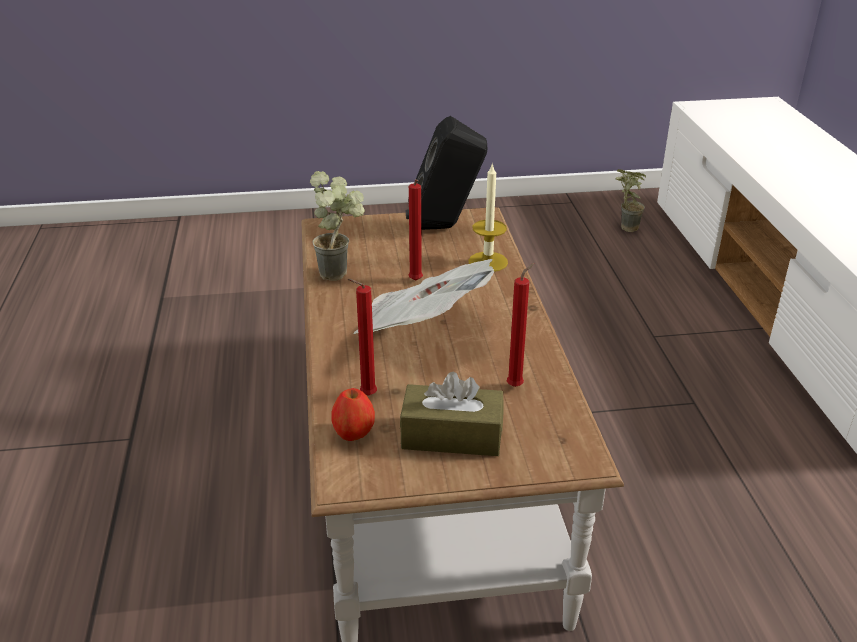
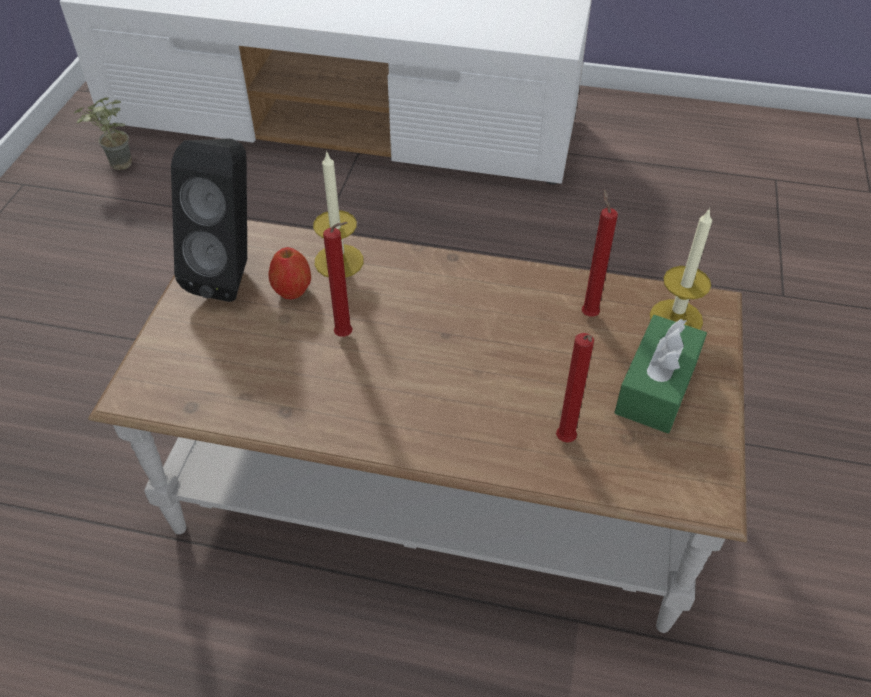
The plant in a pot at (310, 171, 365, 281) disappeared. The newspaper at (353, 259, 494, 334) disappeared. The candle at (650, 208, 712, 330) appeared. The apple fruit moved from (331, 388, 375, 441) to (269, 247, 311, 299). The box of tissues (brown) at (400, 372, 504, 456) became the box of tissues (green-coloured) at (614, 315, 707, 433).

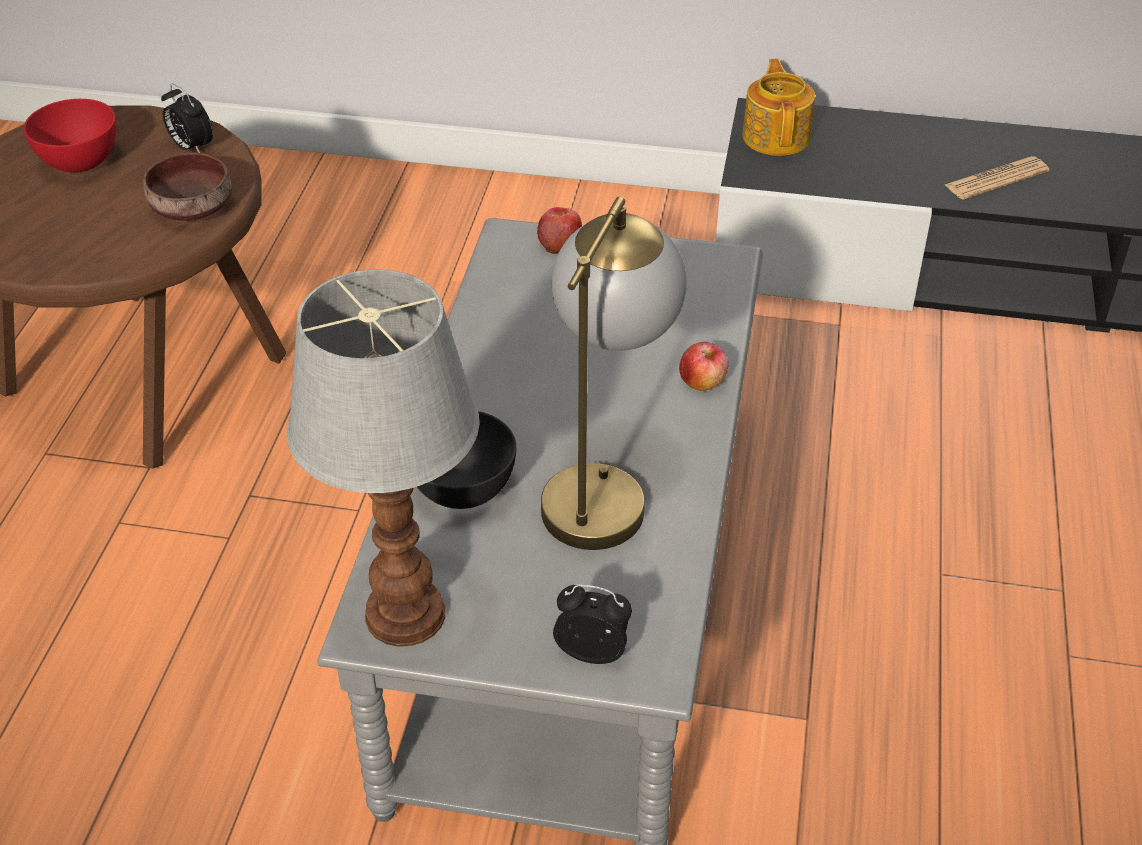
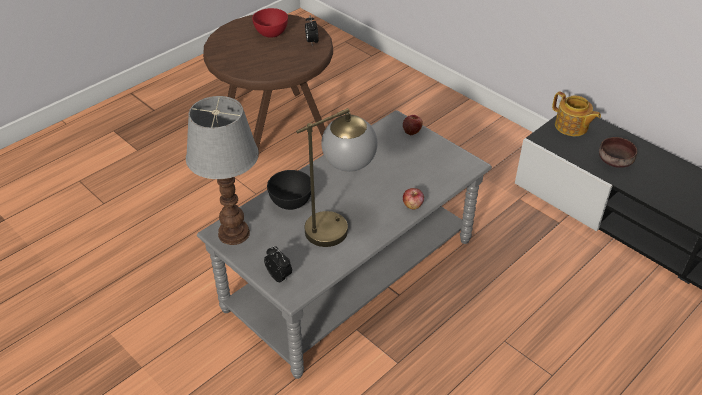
The newspaper at (945, 156, 1049, 200) disappeared. The bowl (brown) moved from (144, 153, 232, 221) to (599, 137, 637, 168). The teapot at (742, 59, 815, 156) turned 105 degrees clockwise.

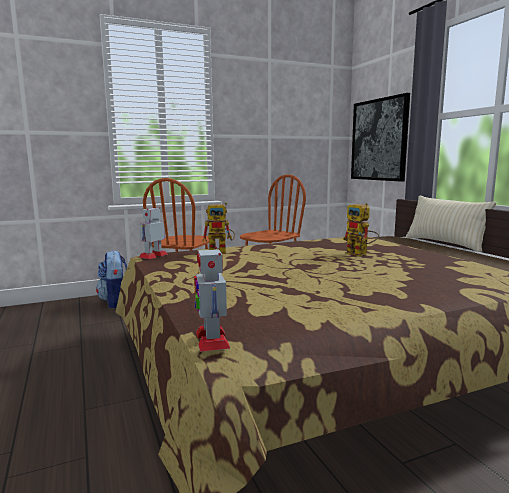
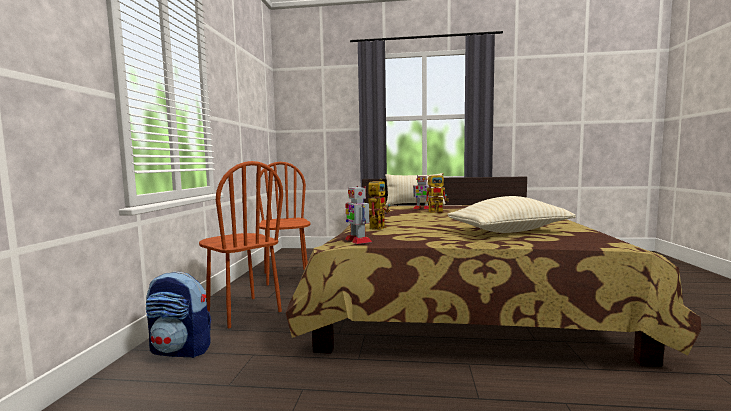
The wall picture at (351, 93, 410, 182) disappeared. The pillow (beige-coloured) at (447, 196, 576, 233) appeared. The robot figure moved from (194, 247, 230, 352) to (413, 175, 431, 209).

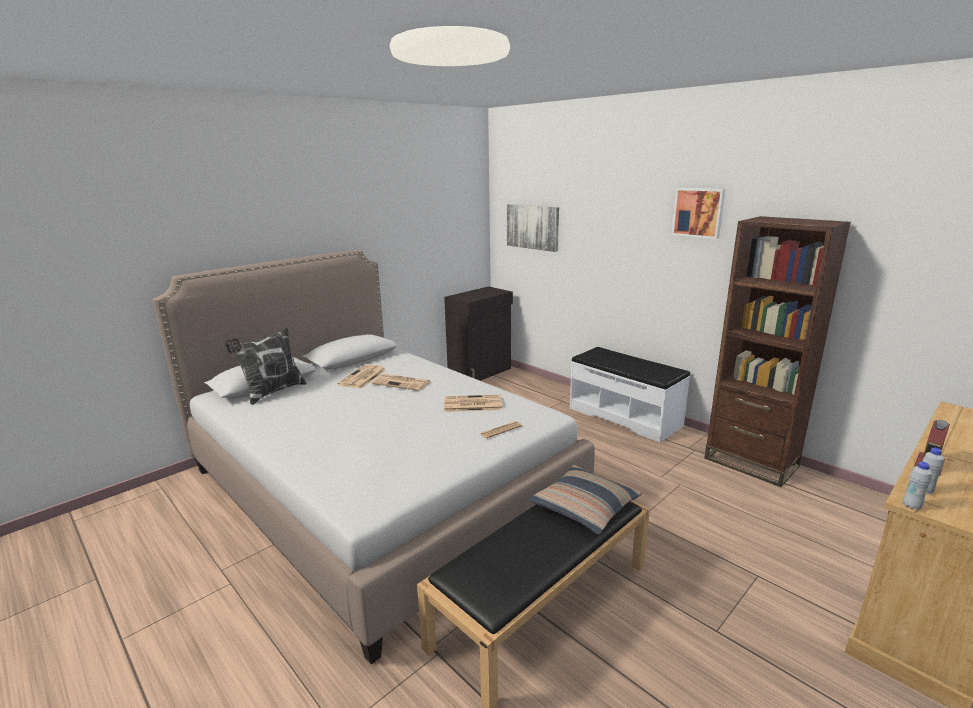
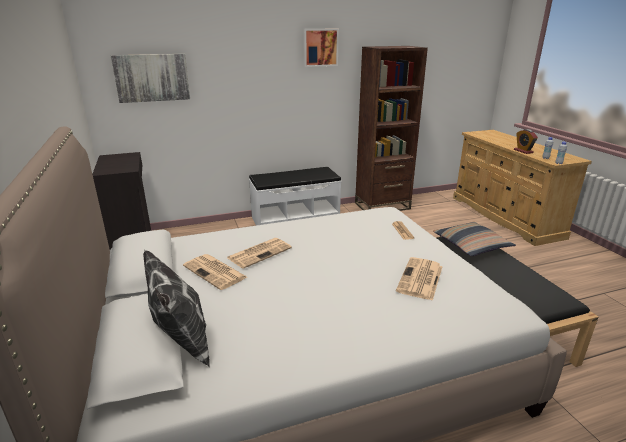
The newspaper moved from (444, 395, 503, 412) to (396, 257, 442, 301).

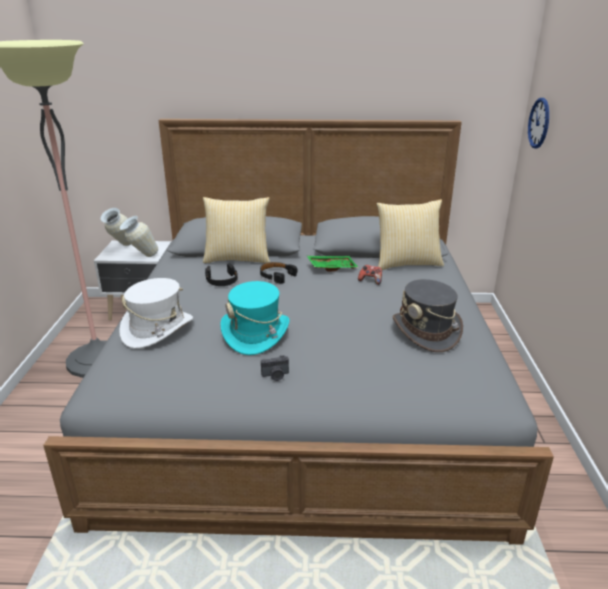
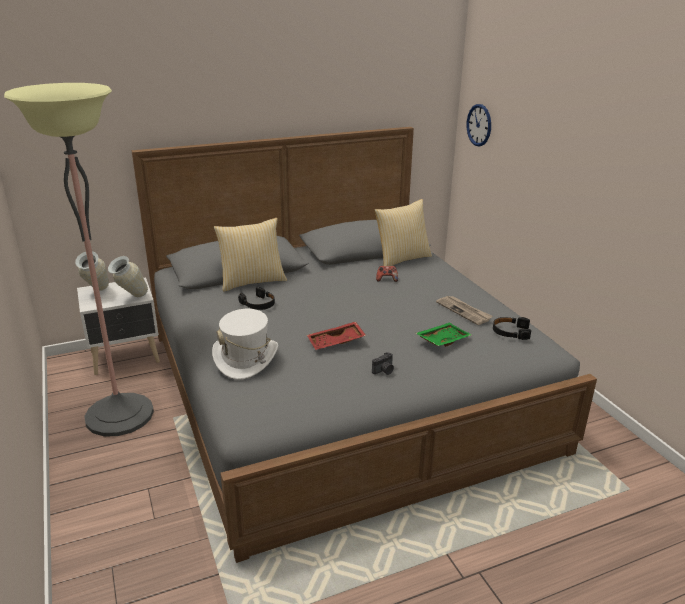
The pair of headphones (blackish) moved from (260, 262, 297, 284) to (493, 317, 531, 340). The serving tray (green-coloured) moved from (307, 256, 359, 272) to (416, 323, 472, 347). The wearable hat (turquoise) at (220, 281, 290, 355) was replaced by the serving tray (red) at (307, 321, 366, 350). The wearable hat (greyish) at (393, 279, 463, 352) was replaced by the newspaper at (436, 296, 493, 325).

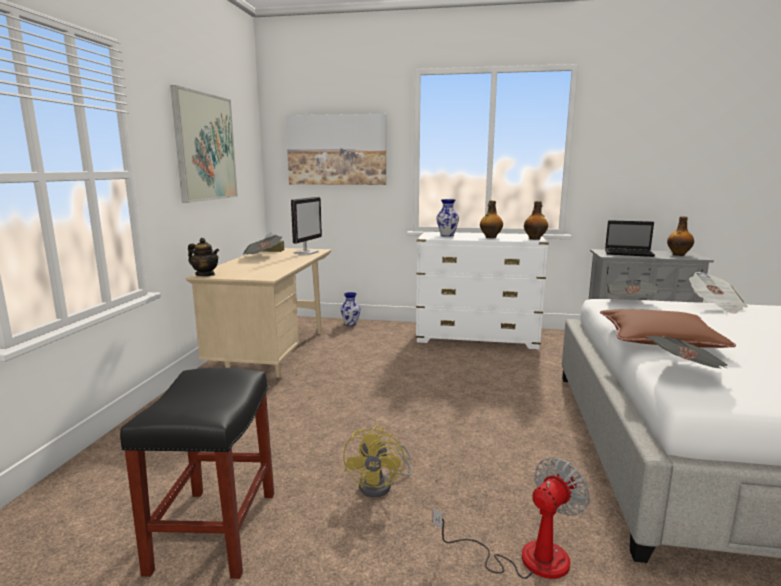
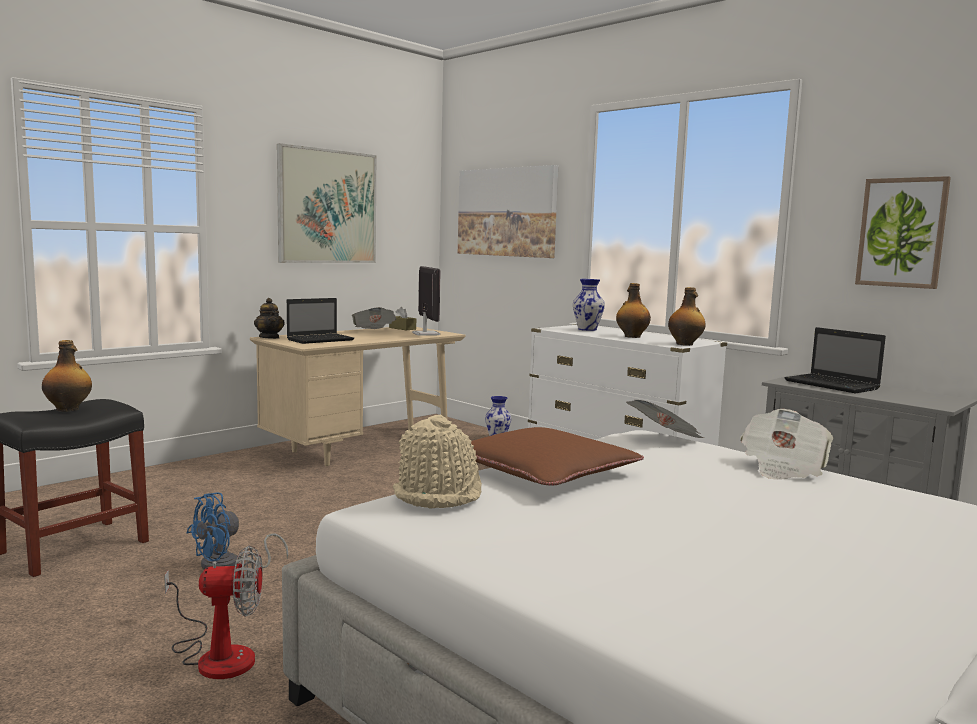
The laptop at (287, 298, 354, 344) appeared. The wall picture at (855, 176, 951, 289) appeared. The drink bottle moved from (667, 216, 694, 256) to (42, 340, 92, 412). The newspaper at (645, 336, 728, 368) was replaced by the wearable hat (beige-coloured) at (393, 414, 482, 508). The electric fan (yellow-coloured) at (343, 425, 412, 497) became the electric fan (blue) at (187, 492, 288, 569). The computer screen at (291, 197, 322, 255) turned 75 degrees counterclockwise.

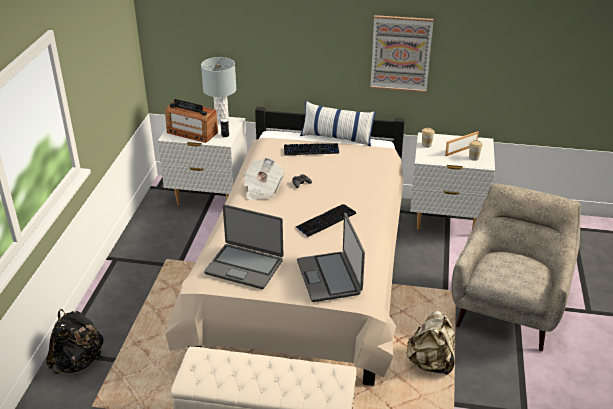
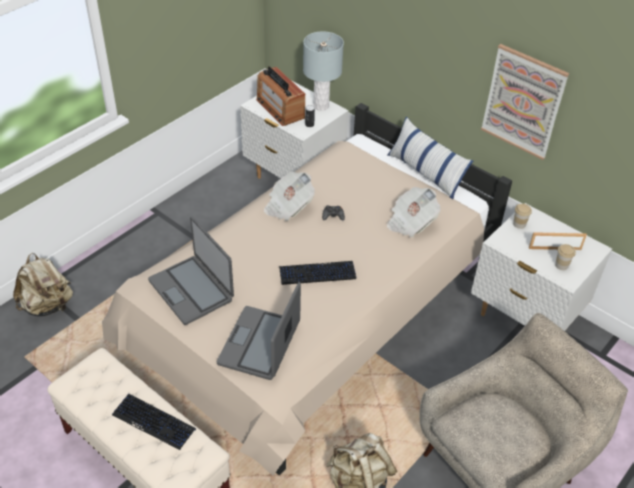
The newspaper at (386, 187, 441, 237) appeared. The computer keyboard moved from (284, 143, 339, 156) to (112, 394, 196, 450). The knapsack (blackish) at (46, 309, 104, 374) became the knapsack (beige-coloured) at (13, 253, 73, 316).

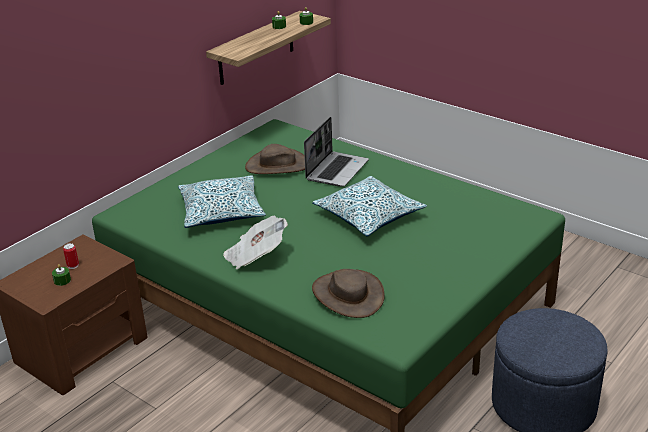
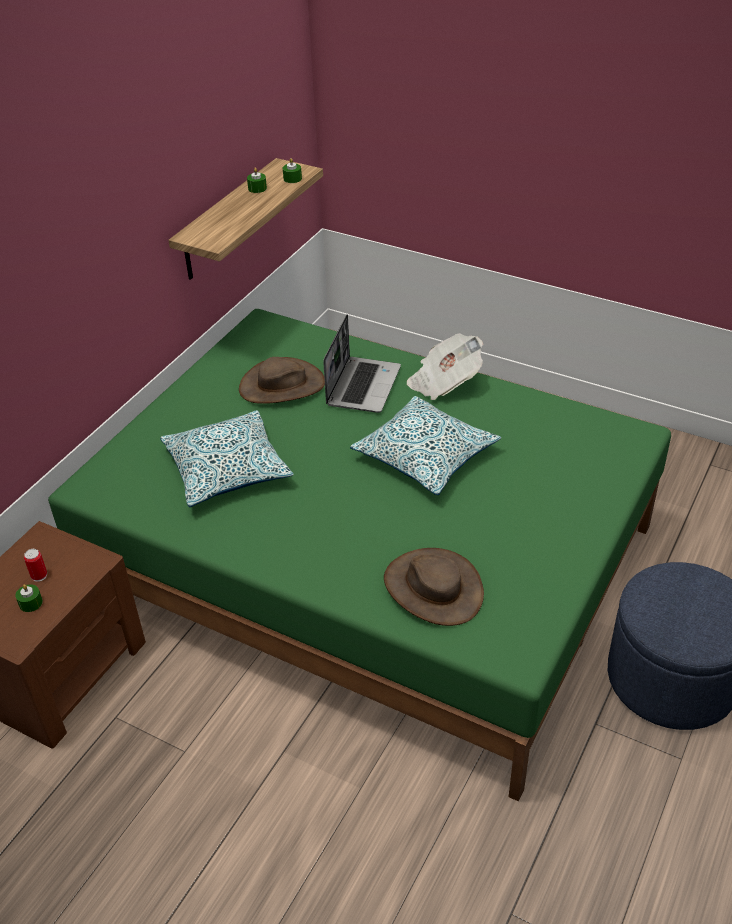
The newspaper moved from (223, 216, 288, 269) to (407, 333, 483, 400).

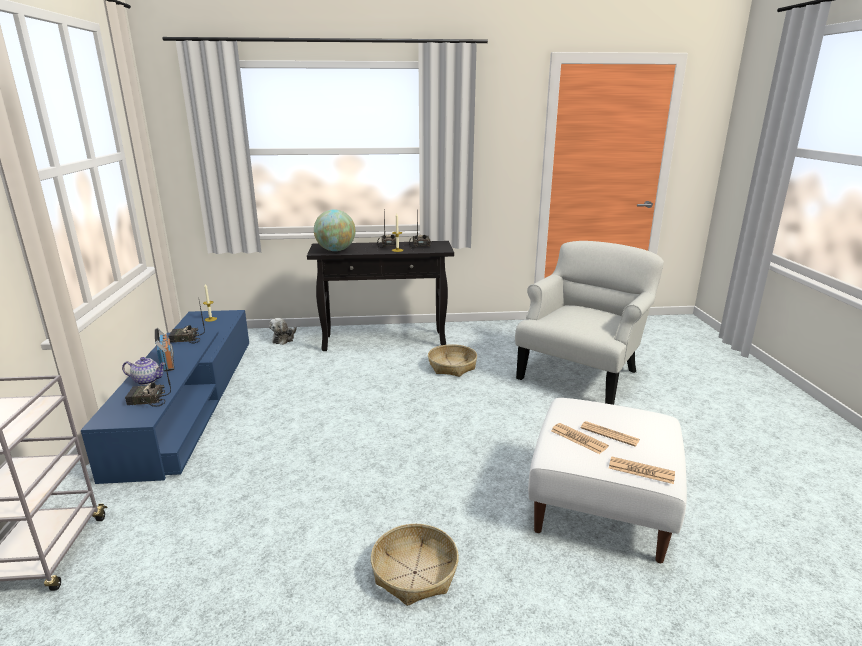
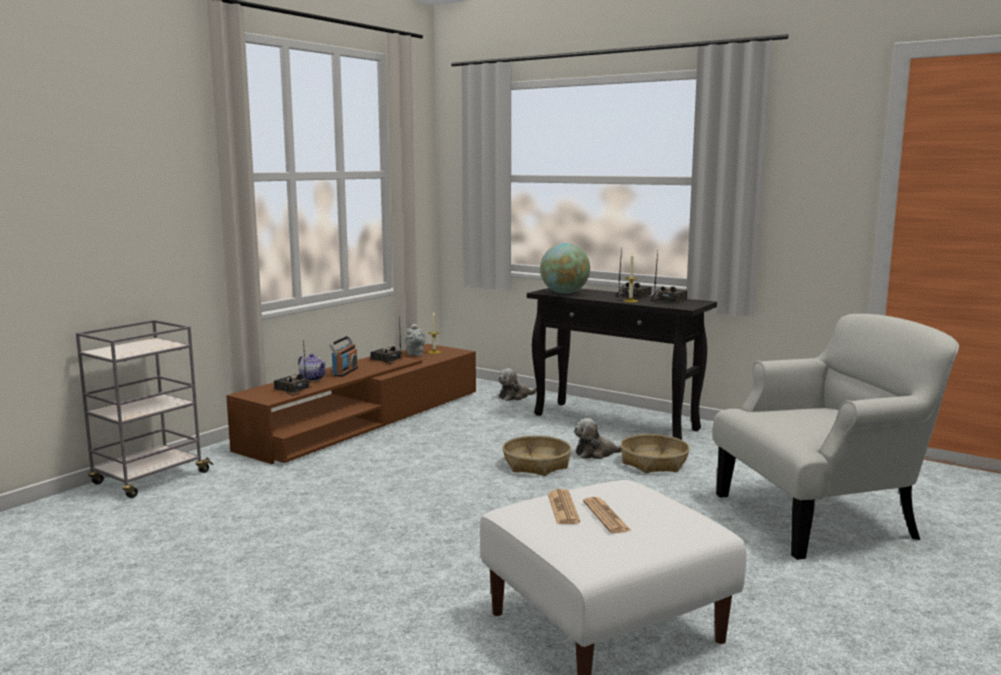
The newspaper at (609, 456, 675, 484) disappeared. The teapot (greyish) at (405, 324, 426, 356) appeared. The cuddly toy at (574, 418, 621, 459) appeared. The household basket moved from (371, 524, 459, 606) to (503, 436, 571, 476). The media console (blue) at (81, 310, 249, 484) became the media console (brown) at (226, 344, 476, 464).

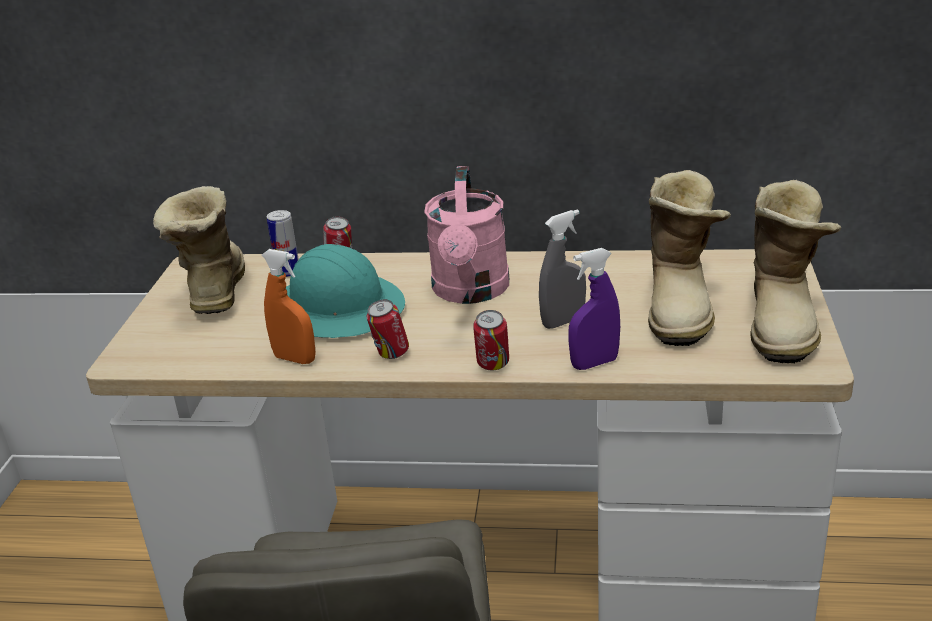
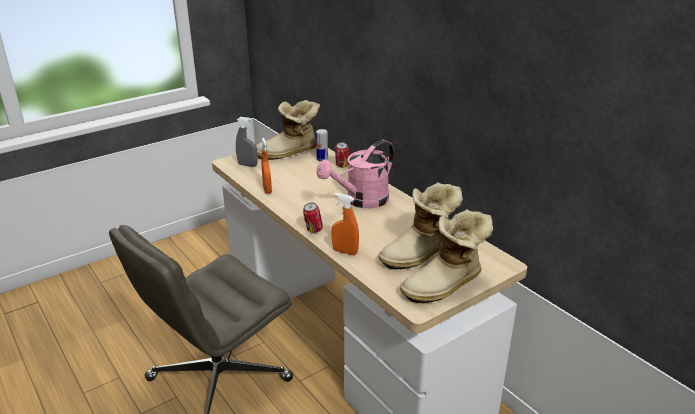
The work helmet (turquoise) at (286, 244, 405, 338) disappeared. The metal can at (367, 299, 409, 359) disappeared. The sprayer (greyish) moved from (539, 209, 586, 329) to (236, 117, 258, 167). The sprayer (purplish) at (568, 248, 620, 370) became the sprayer (orange) at (331, 193, 359, 255). The tall boot at (153, 186, 245, 314) turned 150 degrees counterclockwise.

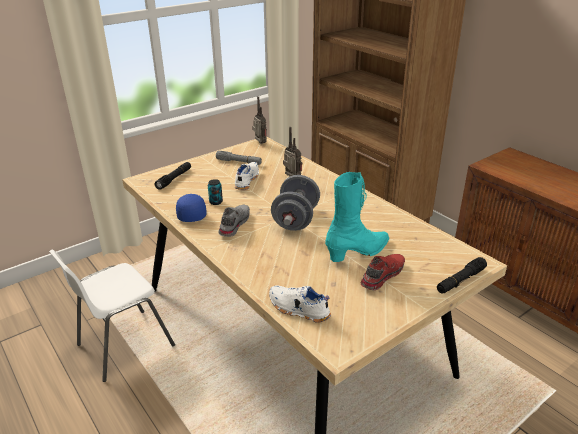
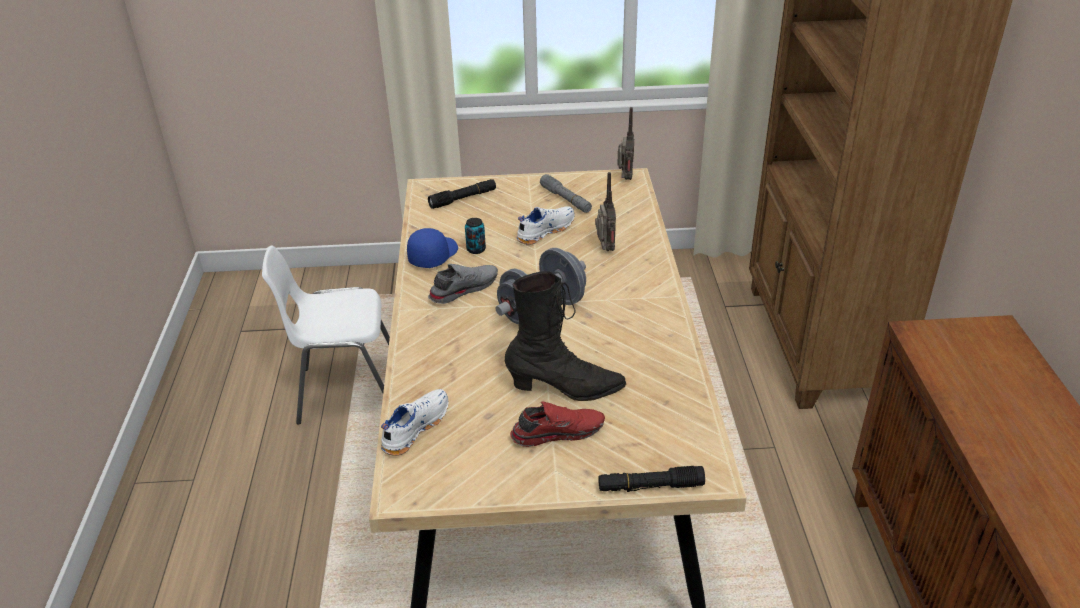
The tall boot (turquoise) at (325, 172, 389, 262) became the tall boot (blackish) at (505, 271, 626, 401). The shoe (whitish) at (269, 285, 331, 323) turned 60 degrees clockwise.

